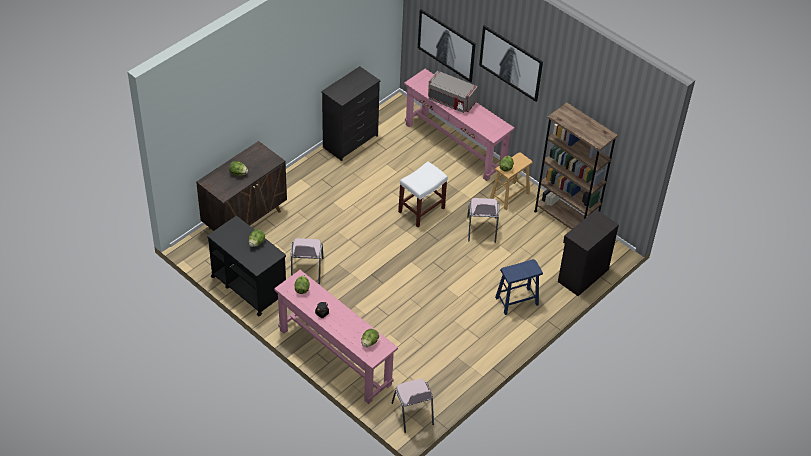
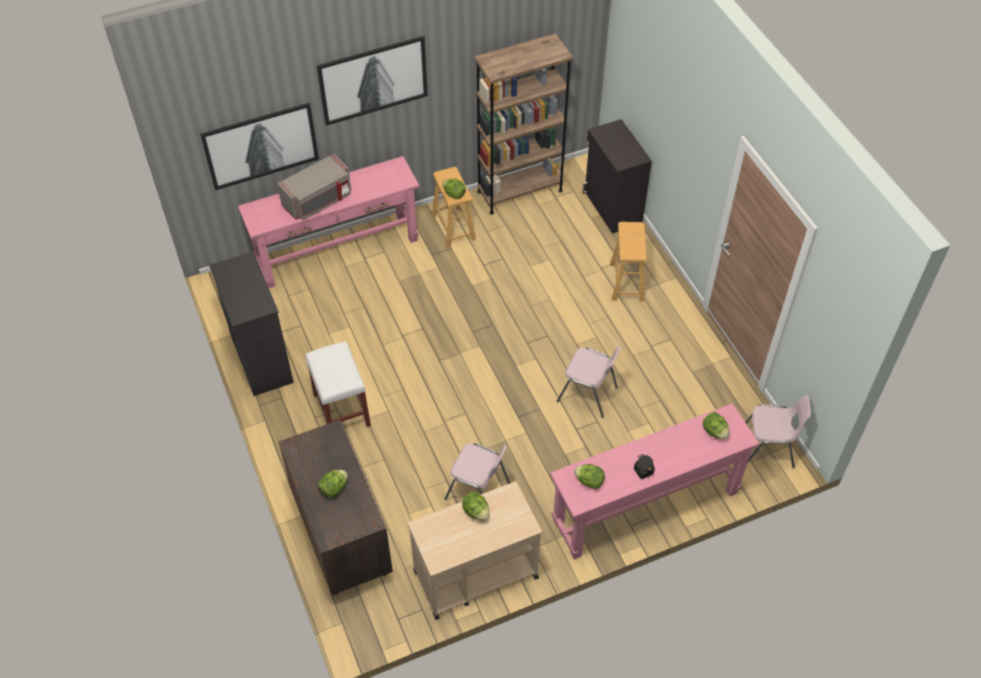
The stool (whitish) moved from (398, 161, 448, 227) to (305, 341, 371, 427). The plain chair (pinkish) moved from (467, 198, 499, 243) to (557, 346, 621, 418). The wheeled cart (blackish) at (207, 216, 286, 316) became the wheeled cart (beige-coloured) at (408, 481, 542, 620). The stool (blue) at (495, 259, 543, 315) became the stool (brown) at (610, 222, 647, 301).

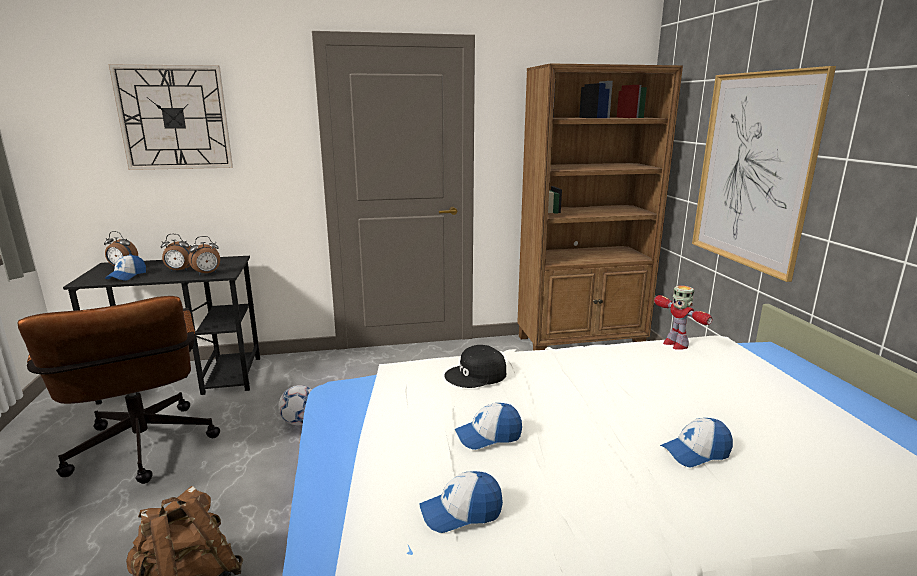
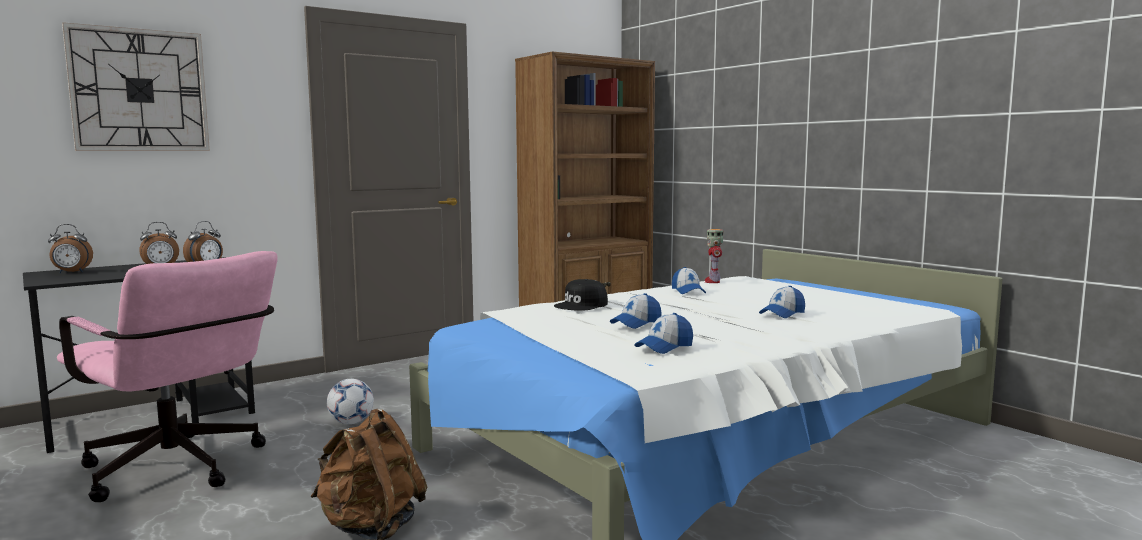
The wall picture at (692, 66, 836, 282) disappeared. The baseball cap moved from (105, 254, 146, 281) to (672, 267, 706, 294). The desk chair (brown) at (18, 296, 220, 484) became the desk chair (pinkish) at (57, 251, 278, 502). The robot figure at (654, 286, 712, 350) turned 60 degrees clockwise.

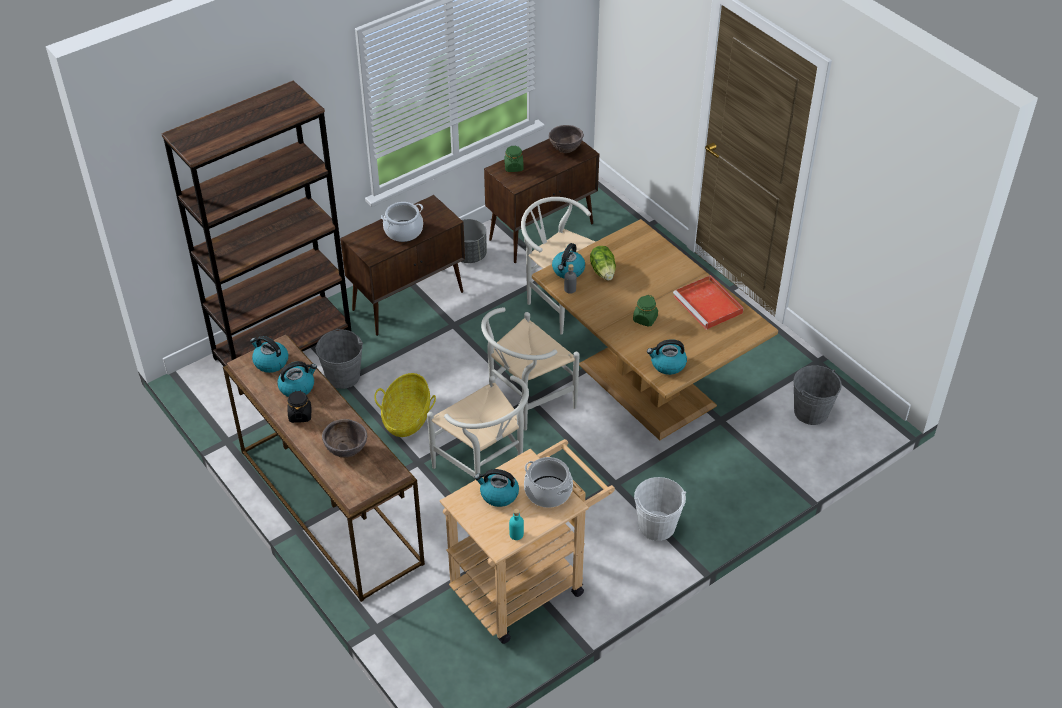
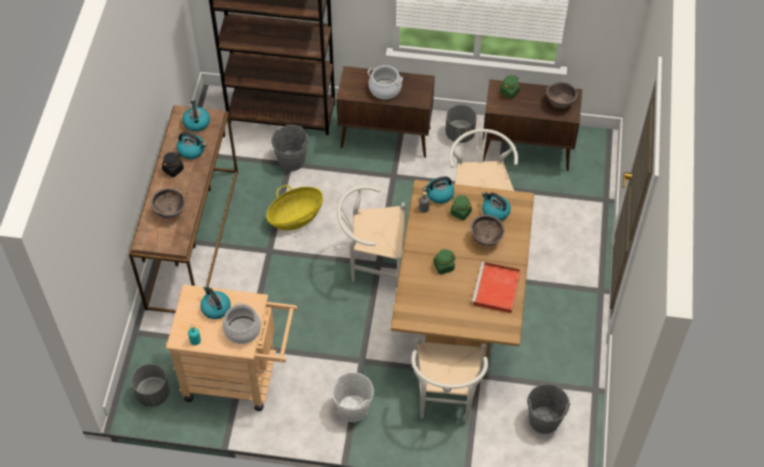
The plant pot (greyish) at (131, 364, 170, 407) appeared. The bowl (brown) at (471, 215, 505, 246) appeared. The plain chair (whitish) moved from (427, 375, 529, 477) to (411, 337, 488, 423). The tea kettle moved from (647, 339, 687, 375) to (482, 192, 511, 221). The head of lettuce at (590, 246, 616, 280) was replaced by the storage jar (green-coloured) at (450, 195, 472, 220).

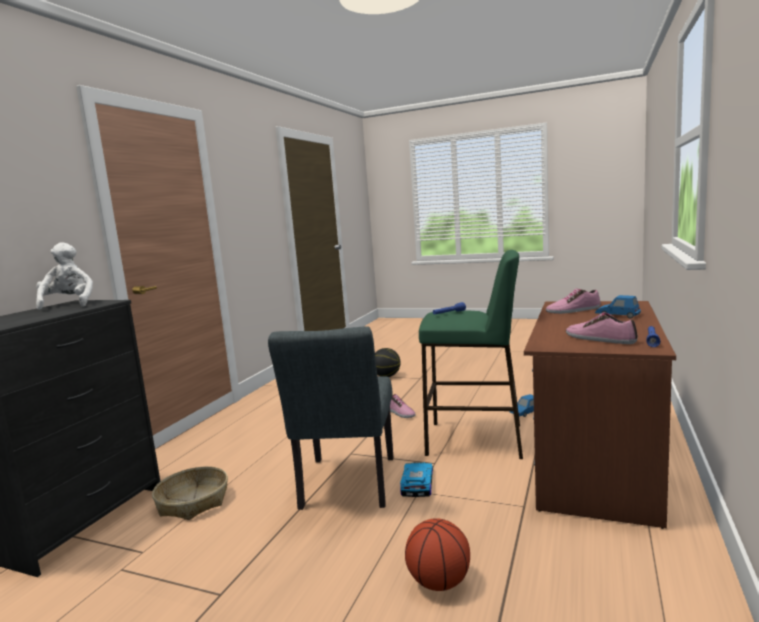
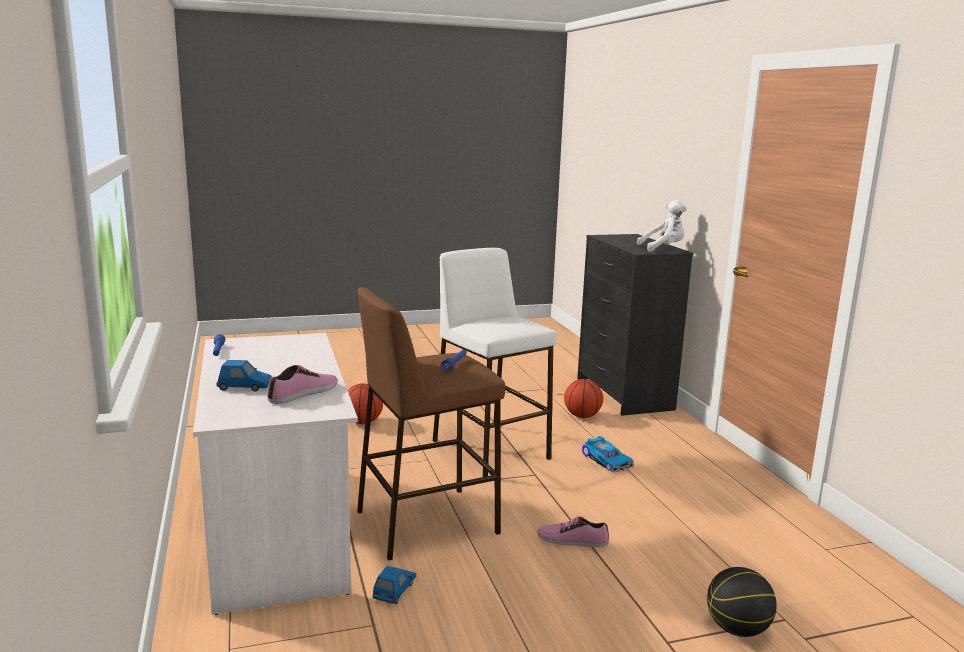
The shoe at (566, 313, 638, 344) disappeared. The miniature car moved from (400, 462, 433, 497) to (582, 436, 634, 473). The household basket at (152, 466, 228, 520) was replaced by the basketball ball at (564, 379, 603, 418). The plain chair (greyish) at (268, 326, 393, 510) was replaced by the stool (whitish) at (433, 248, 557, 477). The stool (green-coloured) at (419, 250, 523, 459) became the stool (brown) at (357, 287, 505, 561). The desk table (brown) at (524, 301, 676, 529) became the desk table (whitish) at (193, 333, 358, 615). The cuddly toy (whitish) at (36, 242, 93, 310) turned 45 degrees counterclockwise.

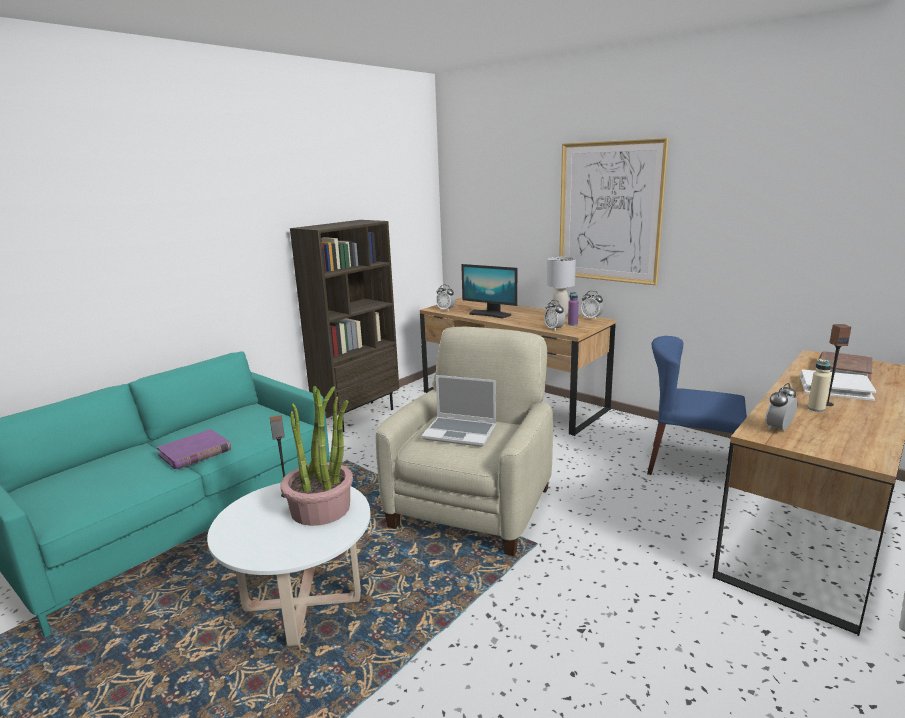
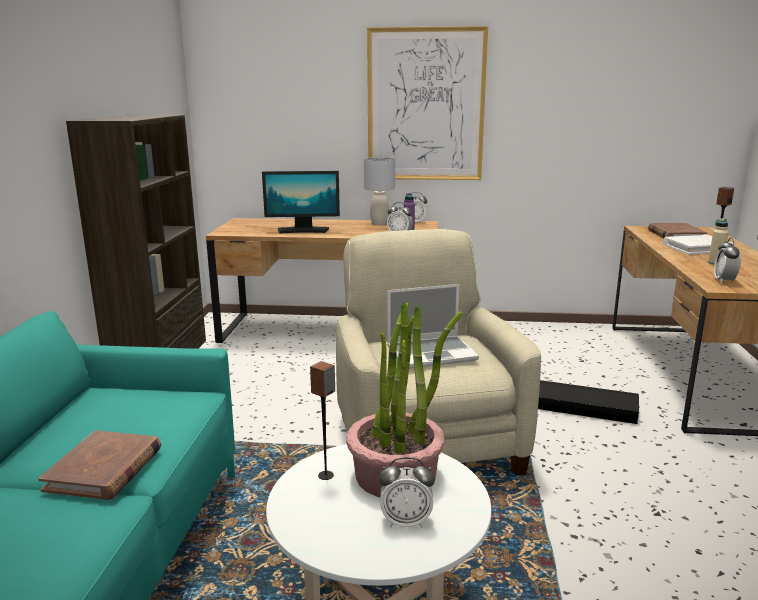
The plain chair (blue) at (647, 336, 747, 488) disappeared. The storage container (blackish) at (538, 380, 639, 424) appeared. The bedside clock moved from (436, 285, 455, 311) to (378, 457, 435, 528). The bound book (purplish) at (157, 429, 231, 469) became the bound book (brown) at (38, 430, 161, 500).

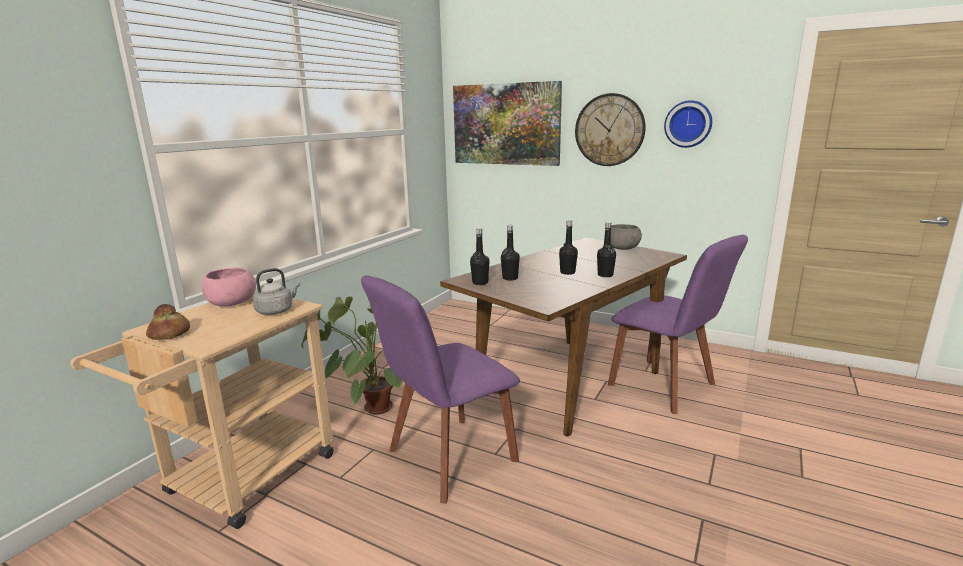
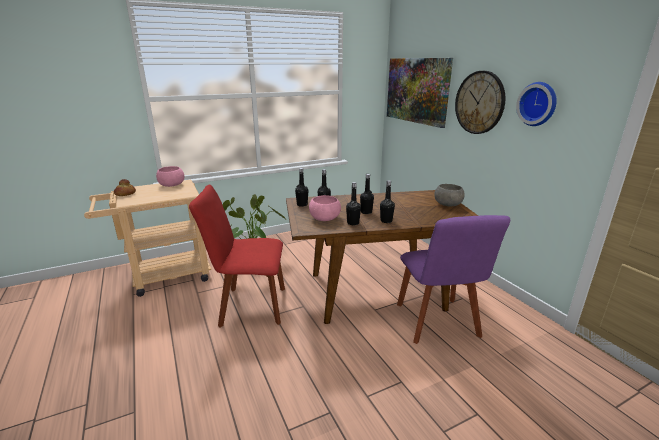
The tea kettle (greyish) at (253, 268, 300, 315) disappeared. The bowl (pinkish) at (309, 195, 341, 221) appeared. The drink bottle (blackish) at (346, 182, 361, 225) appeared. The plain chair (purplish) at (361, 275, 520, 504) became the plain chair (red) at (189, 185, 285, 328).

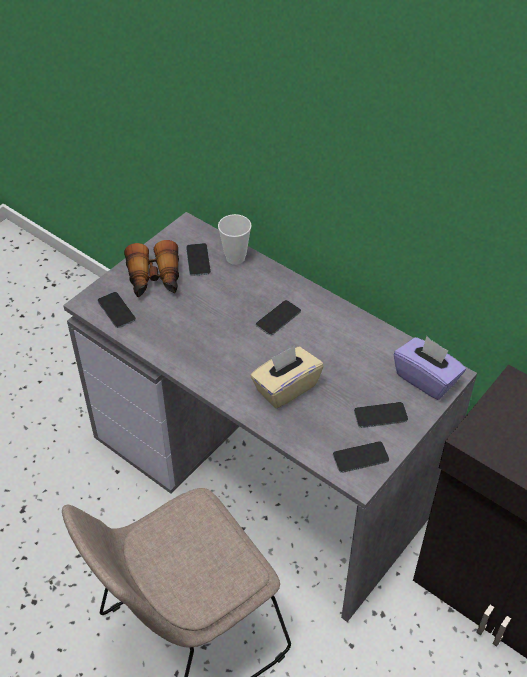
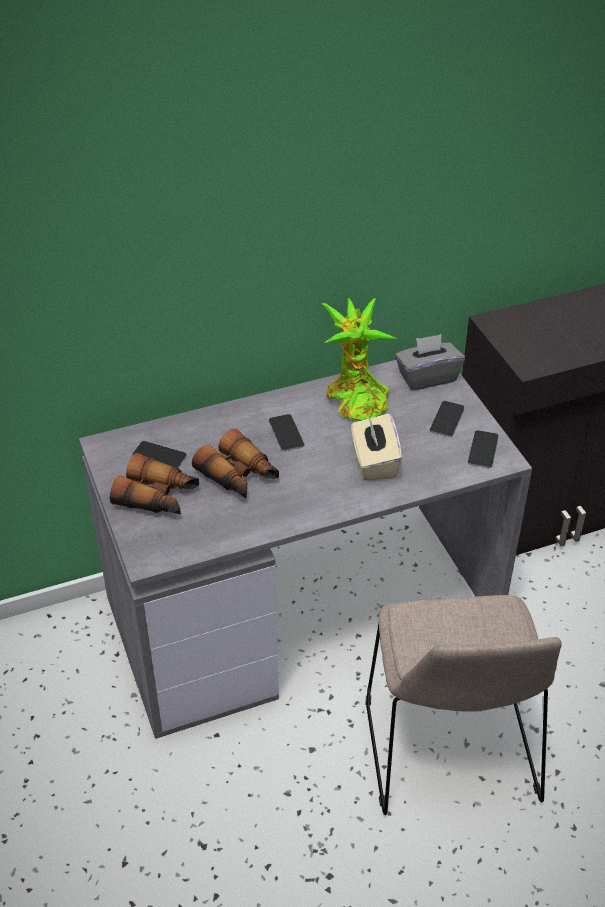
The telephone at (98, 292, 136, 328) disappeared. The drinking cup at (218, 214, 251, 265) disappeared. The binoculars at (192, 429, 279, 498) appeared. The plant in a pot at (322, 298, 397, 421) appeared. The box of tissues (purplish) at (394, 336, 466, 400) became the box of tissues (greyish) at (395, 334, 465, 390).

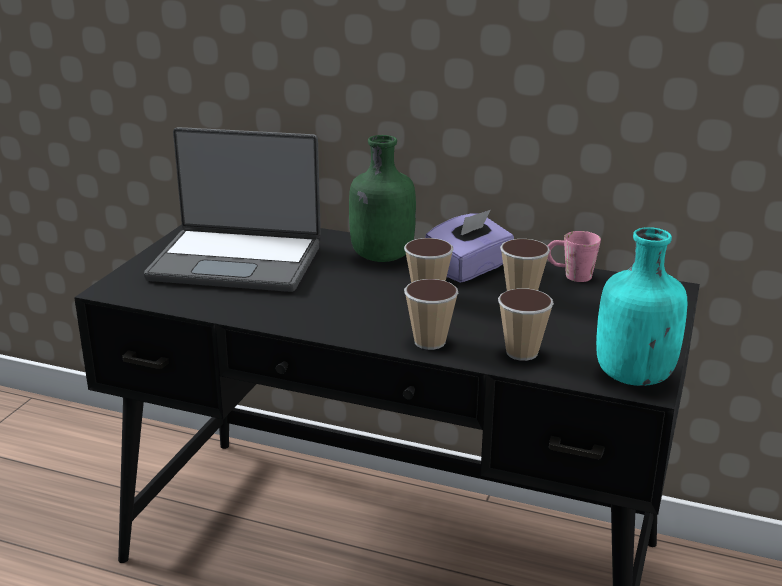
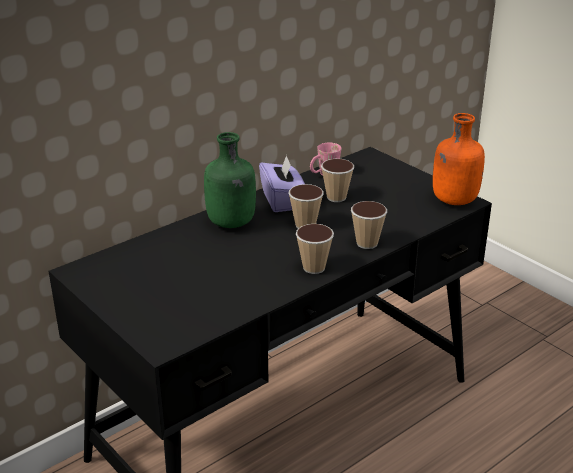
The laptop at (144, 127, 321, 292) disappeared. The drinking cup moved from (498, 288, 554, 361) to (296, 224, 334, 274). The drink bottle (turquoise) at (596, 227, 687, 386) became the drink bottle (orange) at (433, 113, 485, 205).

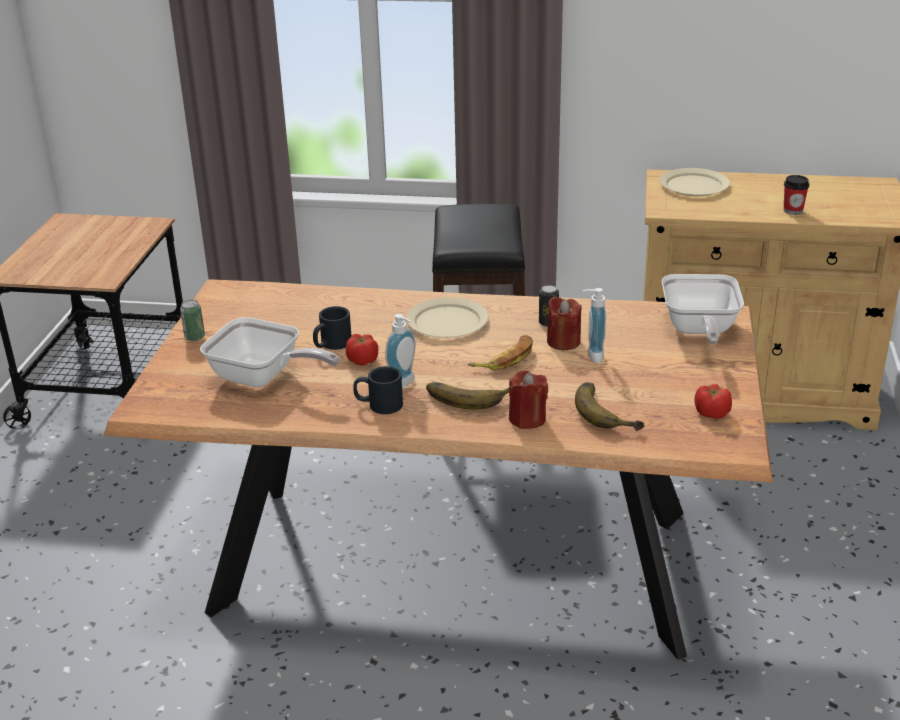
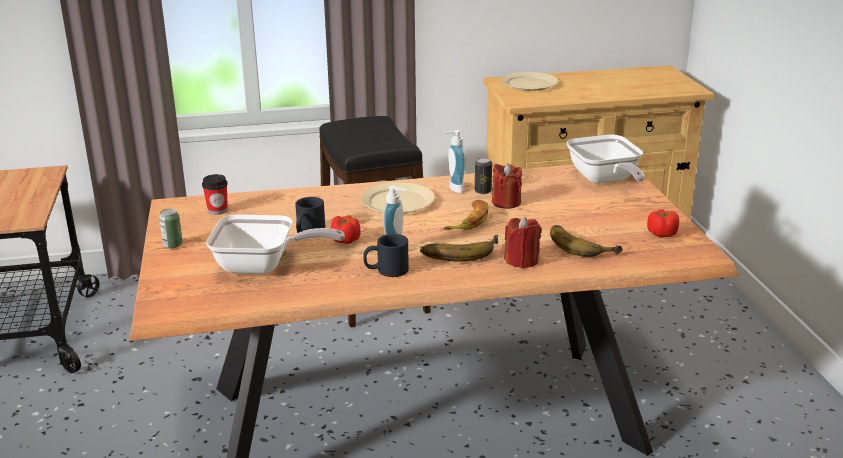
The soap dispenser moved from (583, 288, 606, 363) to (445, 130, 466, 193). The drinking cup moved from (784, 175, 809, 215) to (202, 174, 228, 215).

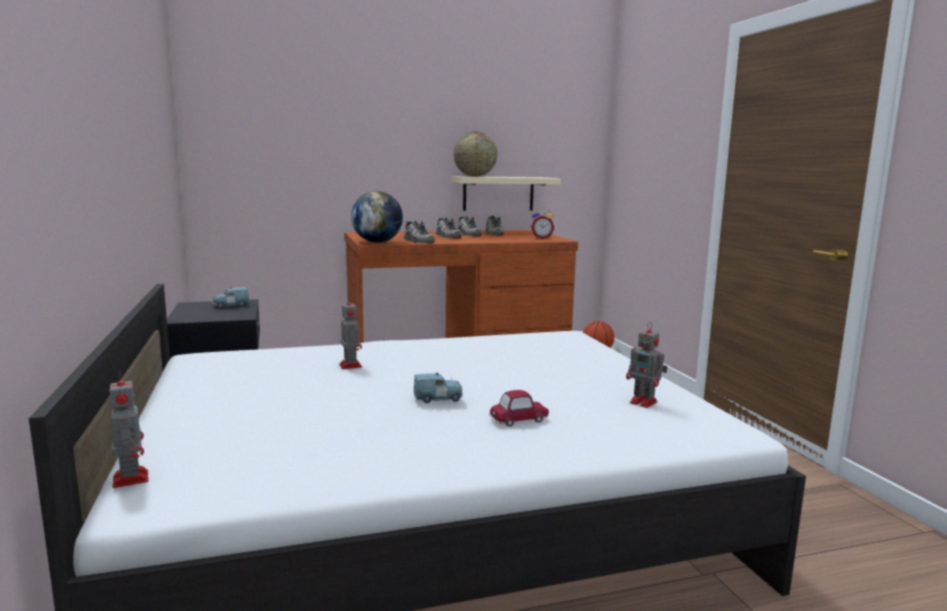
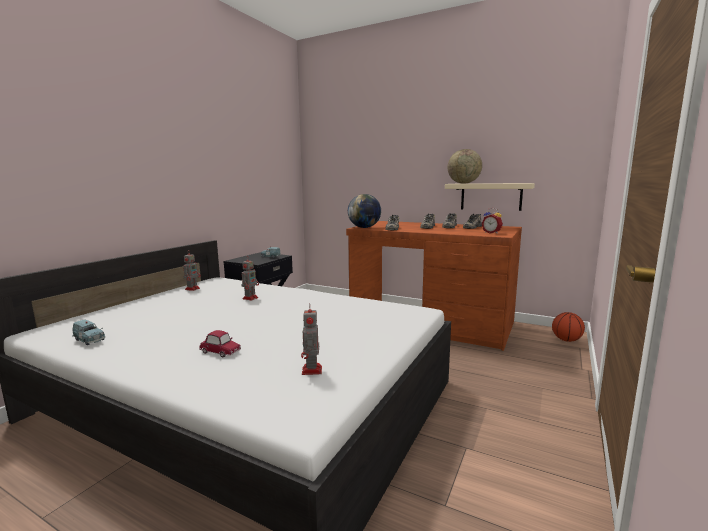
The robot figure moved from (109, 371, 149, 488) to (183, 251, 201, 291). The miniature car (blue) moved from (413, 372, 463, 403) to (72, 320, 105, 345).

